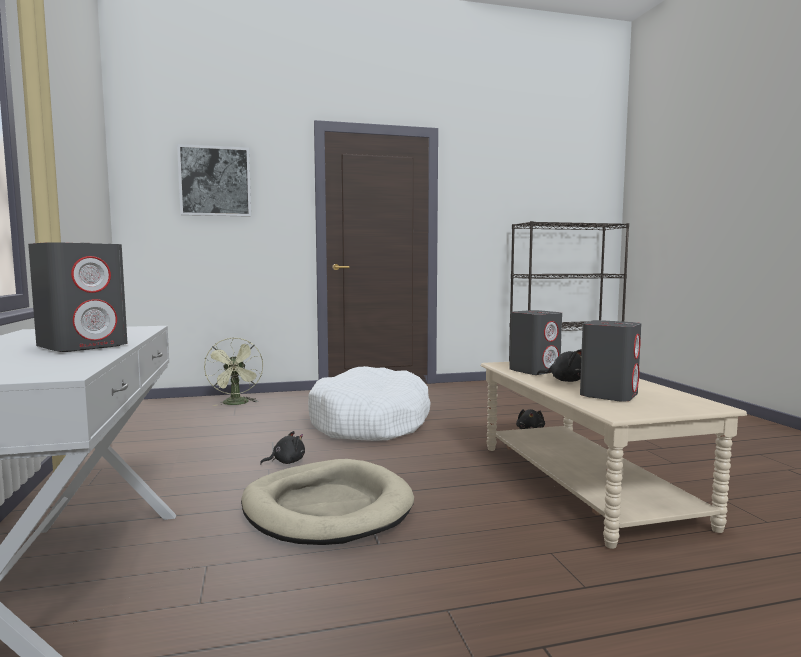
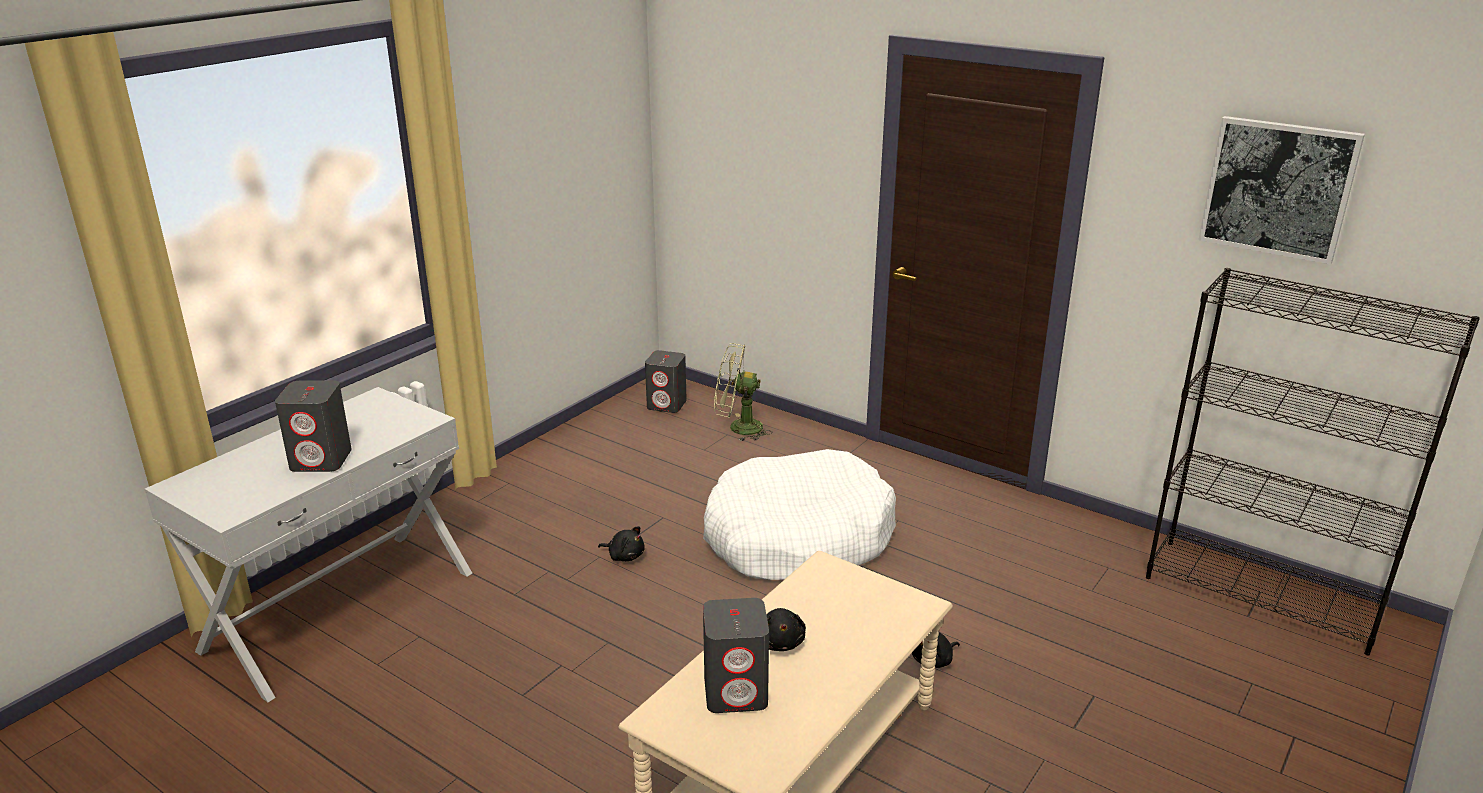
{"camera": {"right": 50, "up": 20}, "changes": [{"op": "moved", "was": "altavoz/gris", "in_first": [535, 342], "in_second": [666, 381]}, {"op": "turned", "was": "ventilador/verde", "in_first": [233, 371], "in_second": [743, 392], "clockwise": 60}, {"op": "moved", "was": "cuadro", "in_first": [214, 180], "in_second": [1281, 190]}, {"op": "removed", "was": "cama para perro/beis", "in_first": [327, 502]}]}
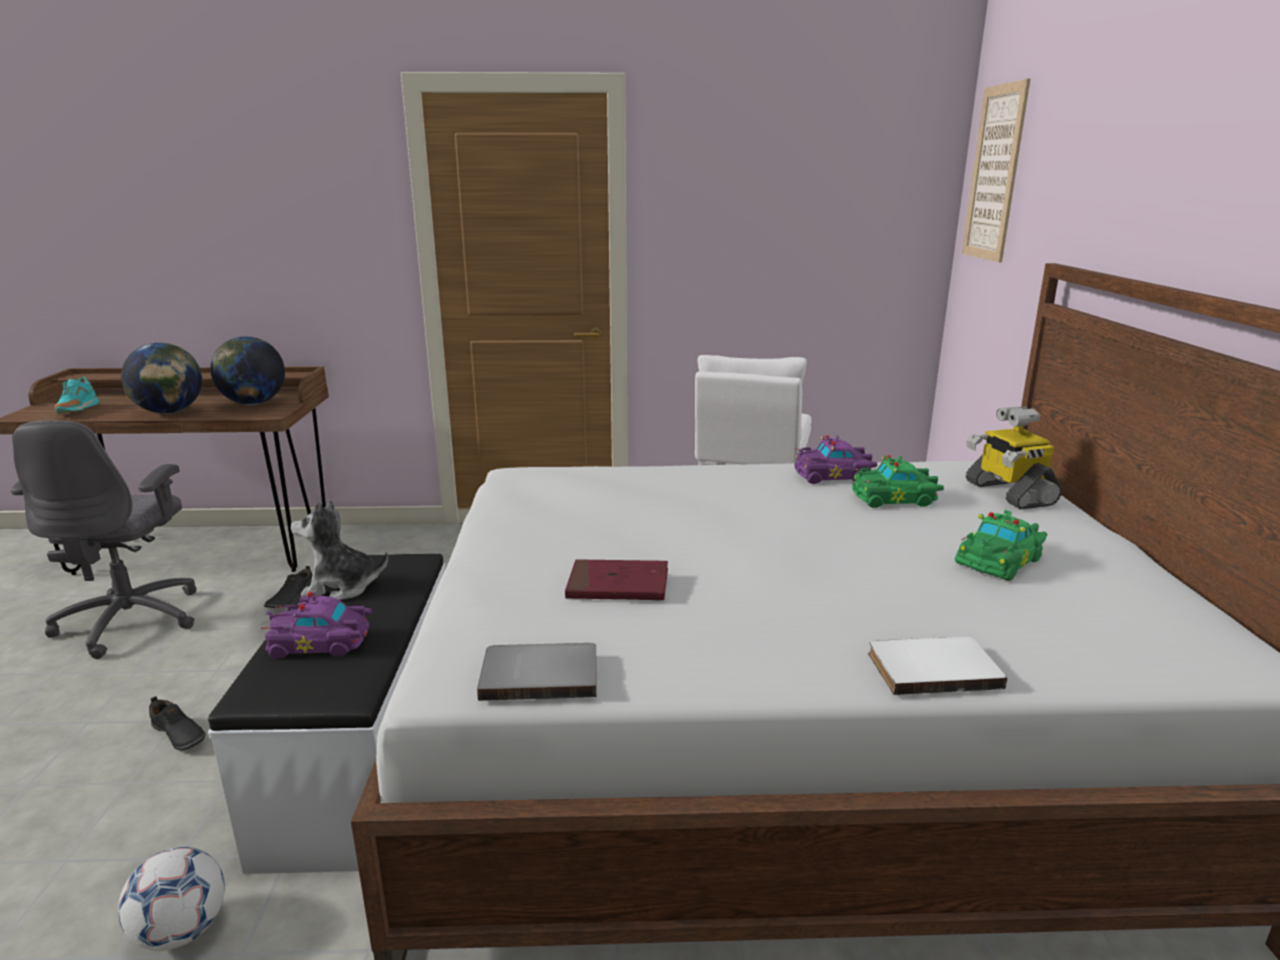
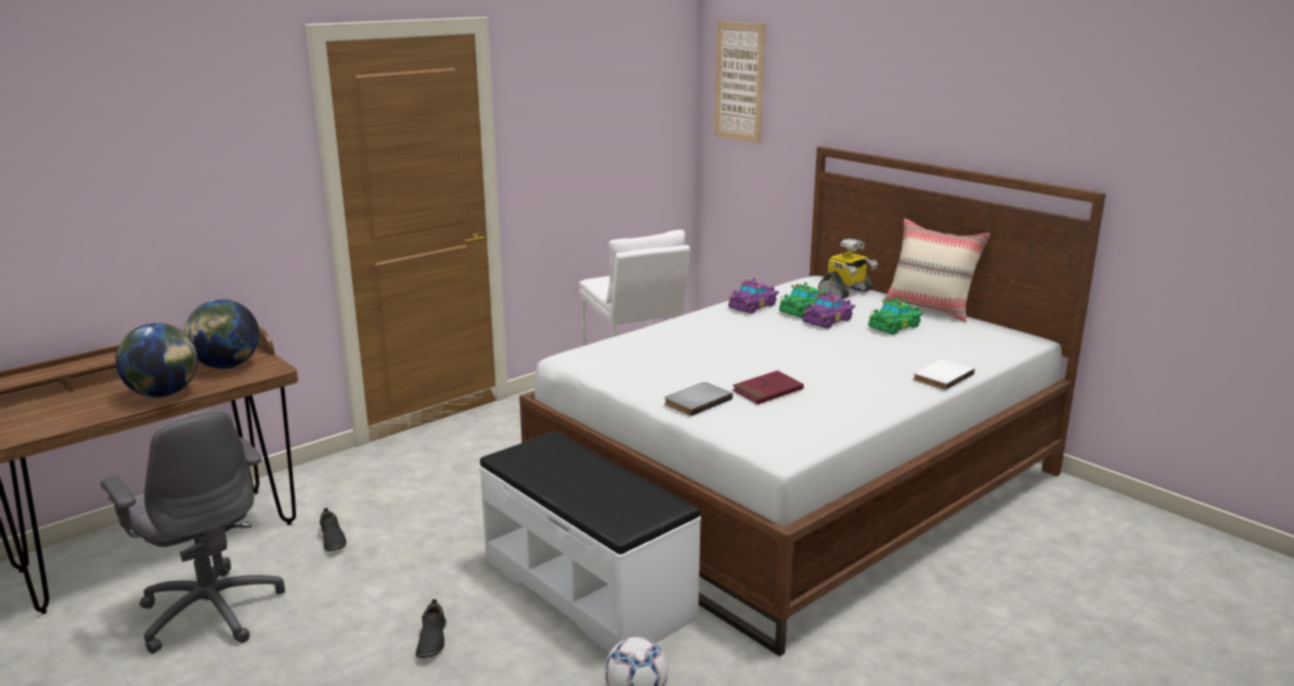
{"camera": {"right": -40, "up": 0}, "changes": [{"op": "turned", "was": "zapato/negro", "in_first": [177, 723], "in_second": [431, 628], "clockwise": 90}, {"op": "moved", "was": "libro/gris", "in_first": [537, 672], "in_second": [698, 399]}, {"op": "moved", "was": "coche de juguete/morado", "in_first": [316, 625], "in_second": [828, 310]}, {"op": "turned", "was": "robot de juguete", "in_first": [1014, 458], "in_second": [848, 268], "clockwise": -75}, {"op": "turned", "was": "coche de juguete/verde", "in_first": [1001, 545], "in_second": [896, 316], "clockwise": 45}, {"op": "added", "now": "cojín/beis", "in_second": [936, 270]}, {"op": "removed", "was": "zapato/turquesa", "in_first": [76, 395]}, {"op": "removed", "was": "peluche", "in_first": [339, 550]}]}
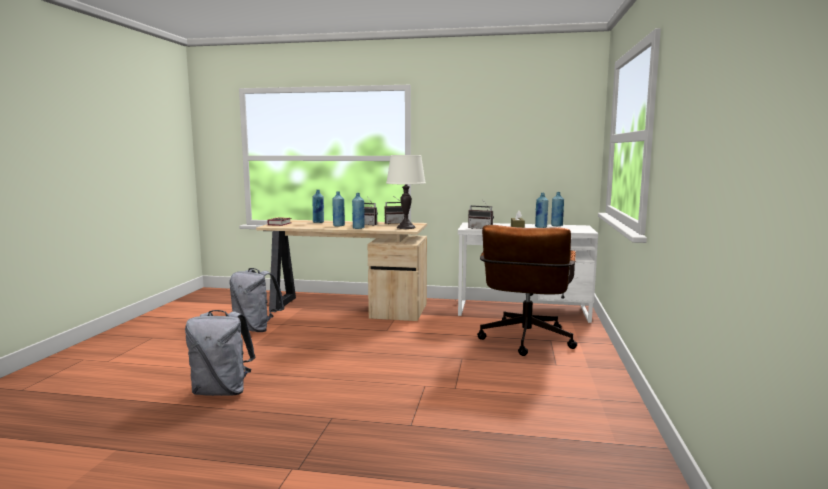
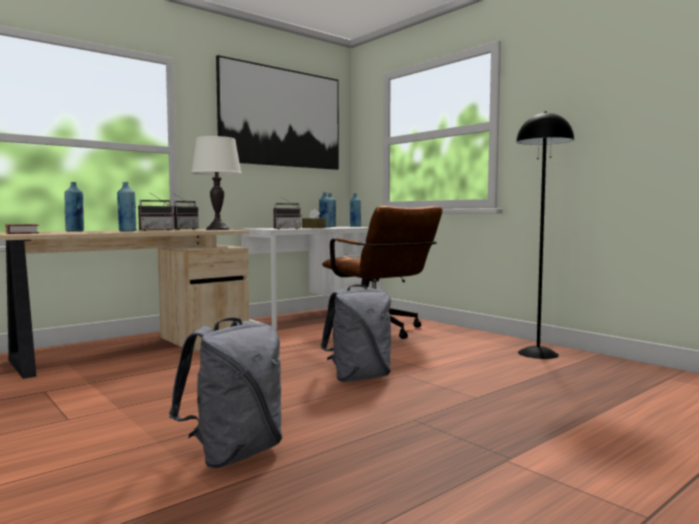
{"camera": {"right": -50, "up": -5}, "changes": [{"op": "added", "now": "cuadro", "in_second": [277, 112]}, {"op": "moved", "was": "mochila/gris", "in_first": [257, 300], "in_second": [355, 333]}, {"op": "moved", "was": "botella/azul", "in_first": [358, 211], "in_second": [355, 210]}, {"op": "added", "now": "lámpara de pie/negro", "in_second": [545, 235]}]}
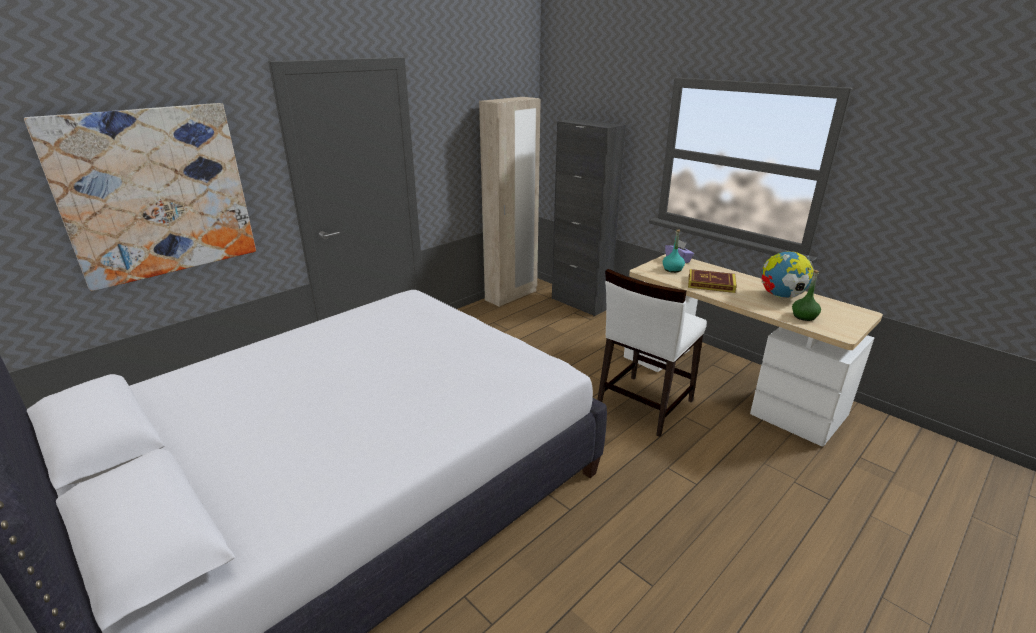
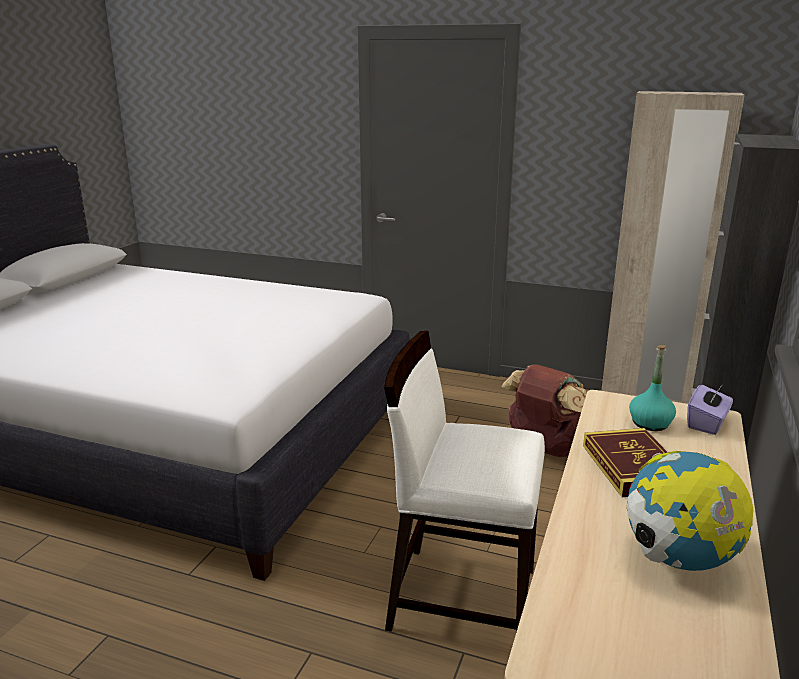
{"camera": {"right": 65, "up": -5}, "changes": [{"op": "added", "now": "mochila/marrón", "in_second": [544, 410]}, {"op": "removed", "was": "cuadro", "in_first": [140, 197]}, {"op": "removed", "was": "botella/verde", "in_first": [806, 295]}]}
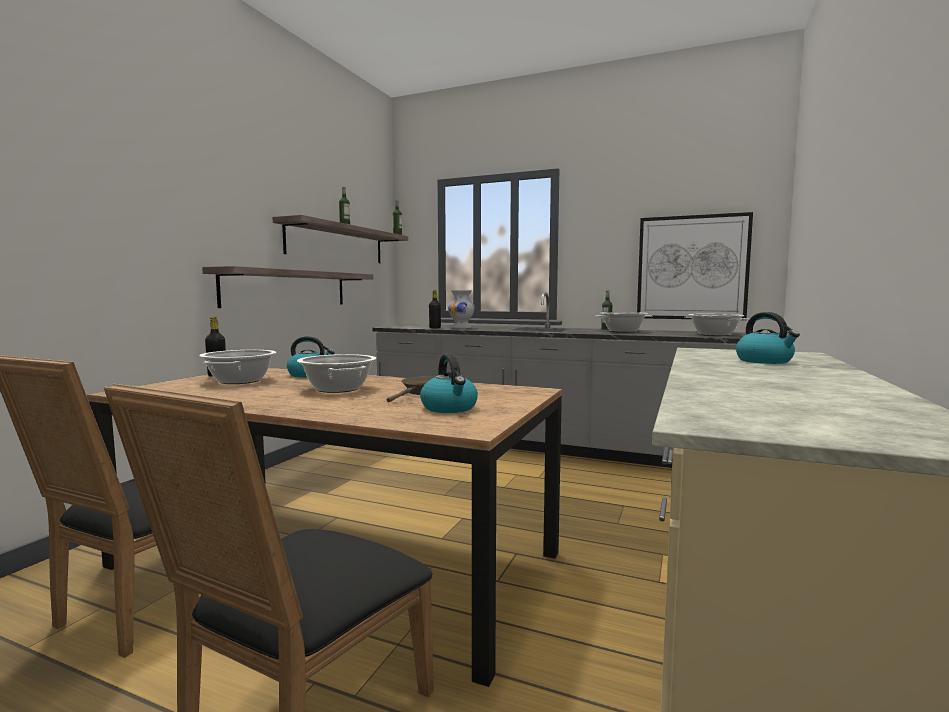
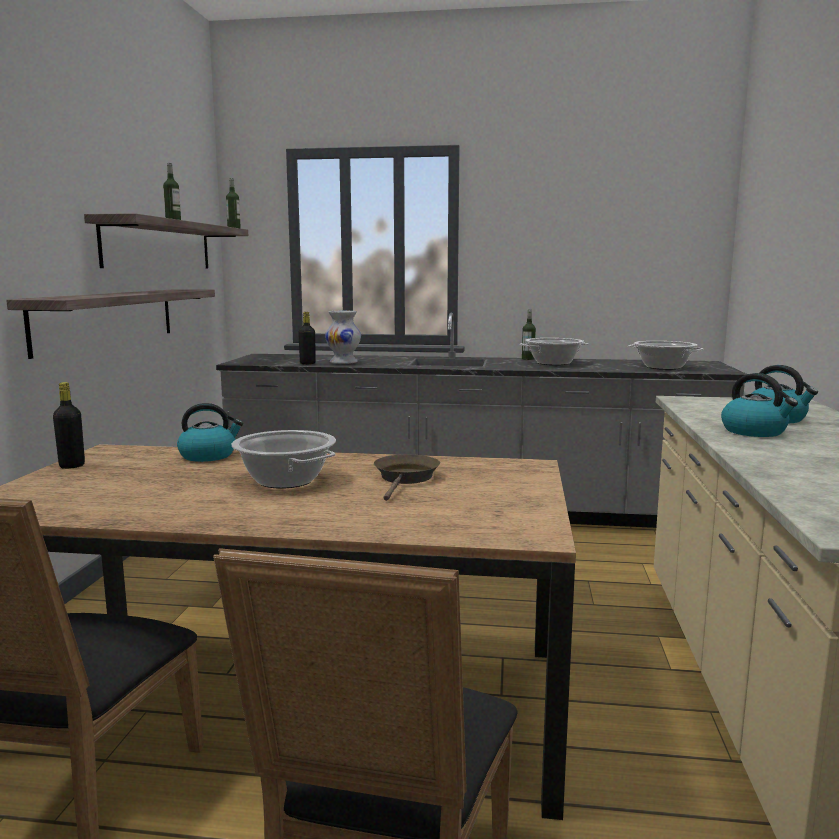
{"camera": {"right": -15, "up": 5}, "changes": [{"op": "moved", "was": "hervidor", "in_first": [449, 383], "in_second": [759, 405]}, {"op": "removed", "was": "olla", "in_first": [238, 367]}, {"op": "removed", "was": "cuadro", "in_first": [695, 265]}]}
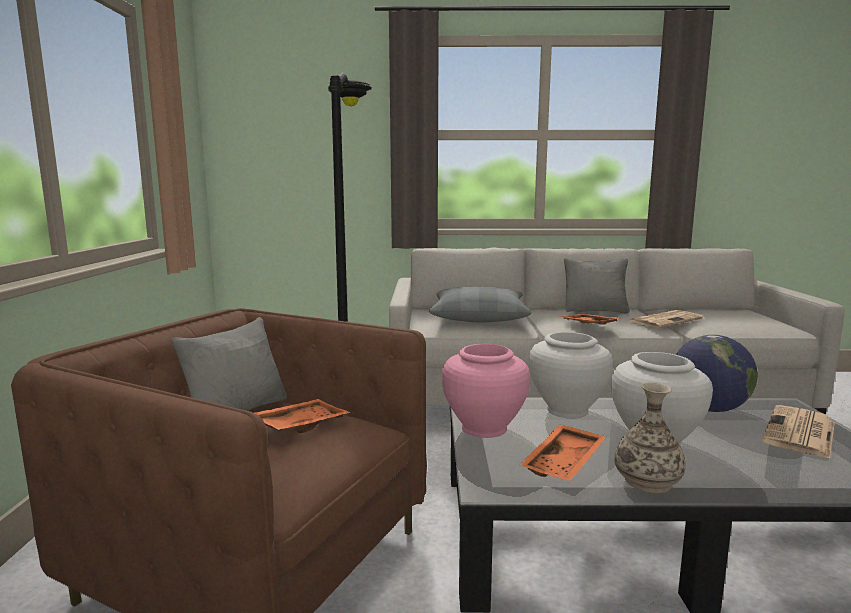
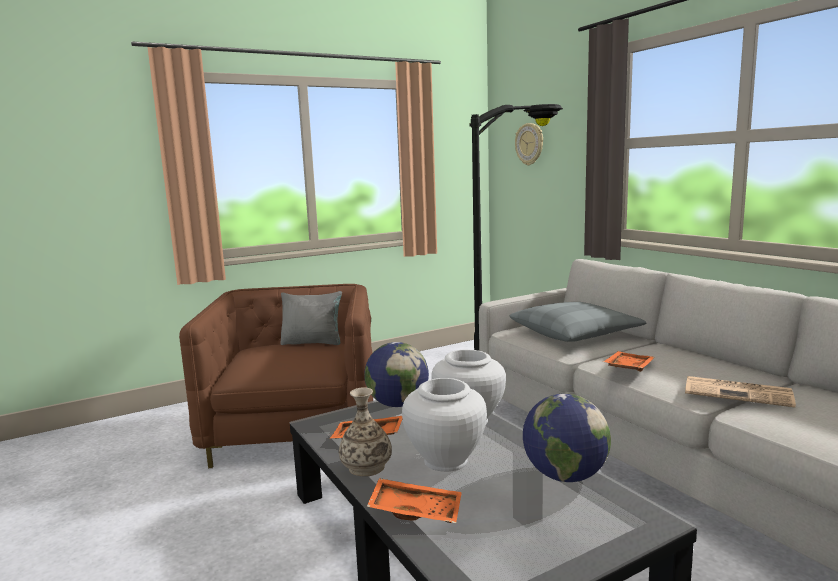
{"camera": {"right": 60, "up": 0}, "changes": [{"op": "replaced", "was": "florero/rosa", "now": "globo terráqueo", "in_first": [486, 391], "in_second": [396, 374]}, {"op": "moved", "was": "bandeja/naranja", "in_first": [302, 416], "in_second": [414, 500]}, {"op": "added", "now": "reloj de pared", "in_second": [529, 144]}, {"op": "removed", "was": "cojín/gris", "in_first": [597, 286]}, {"op": "removed", "was": "periódico", "in_first": [798, 432]}]}
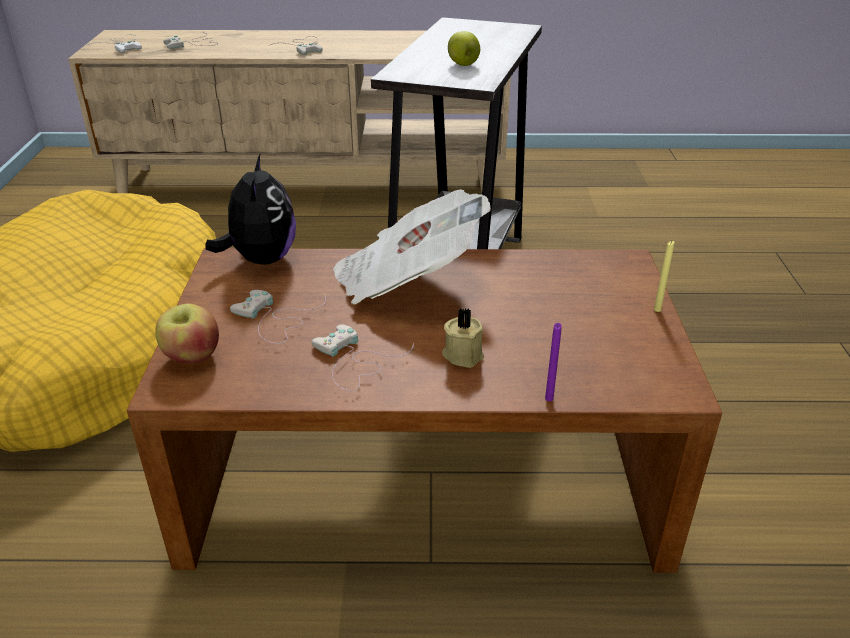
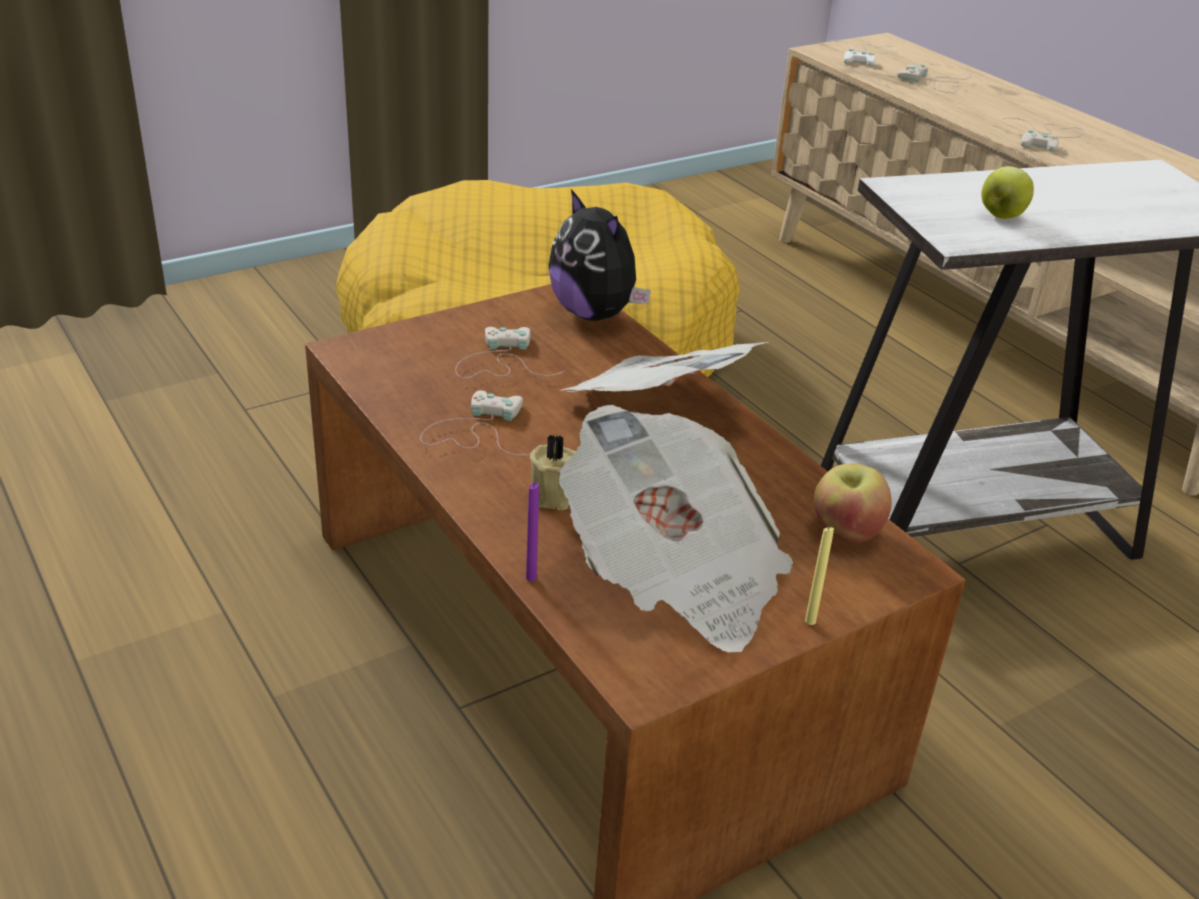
{"camera": {"right": 55, "up": 0}, "changes": [{"op": "turned", "was": "peluche", "in_first": [250, 210], "in_second": [599, 255], "clockwise": 90}, {"op": "added", "now": "periódico", "in_second": [676, 528]}, {"op": "moved", "was": "manzana", "in_first": [187, 333], "in_second": [853, 503]}]}
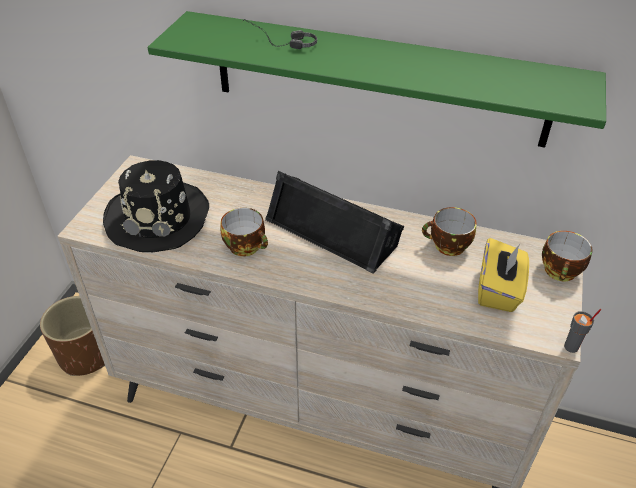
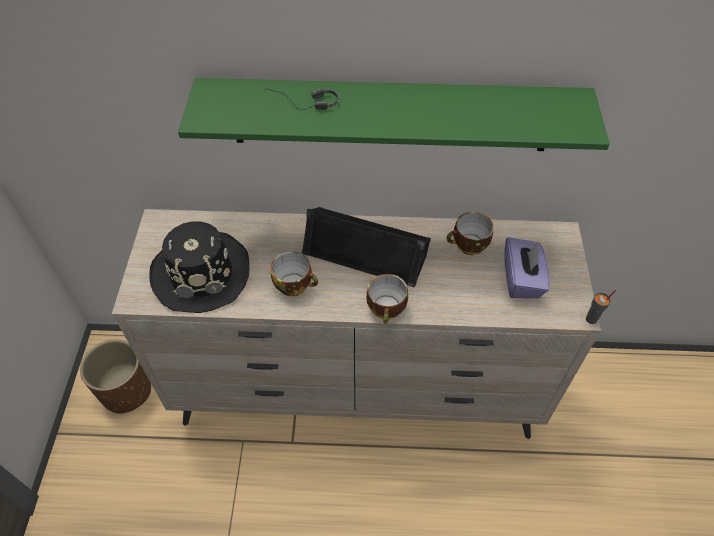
{"camera": {"right": -15, "up": 10}, "changes": [{"op": "moved", "was": "taza", "in_first": [567, 256], "in_second": [387, 299]}, {"op": "recoloured", "was": "caja de pañuelos/amarillo", "now": "caja de pañuelos/morado", "in_first": [503, 275], "in_second": [527, 267]}]}
